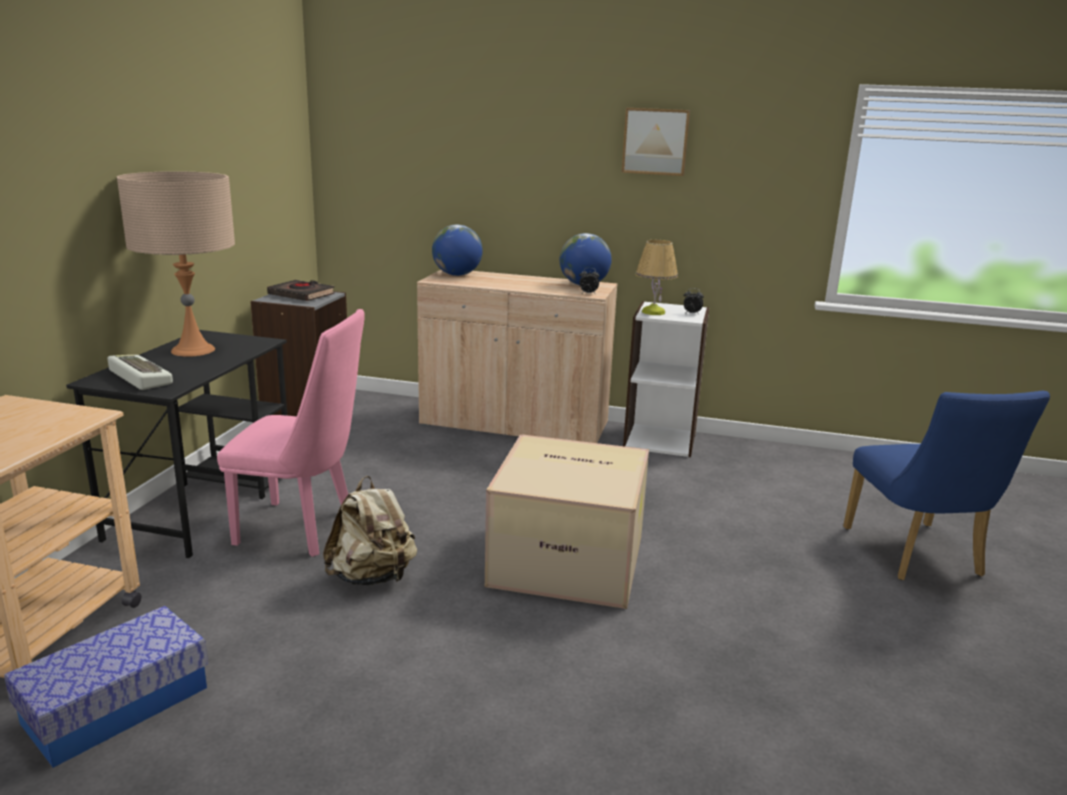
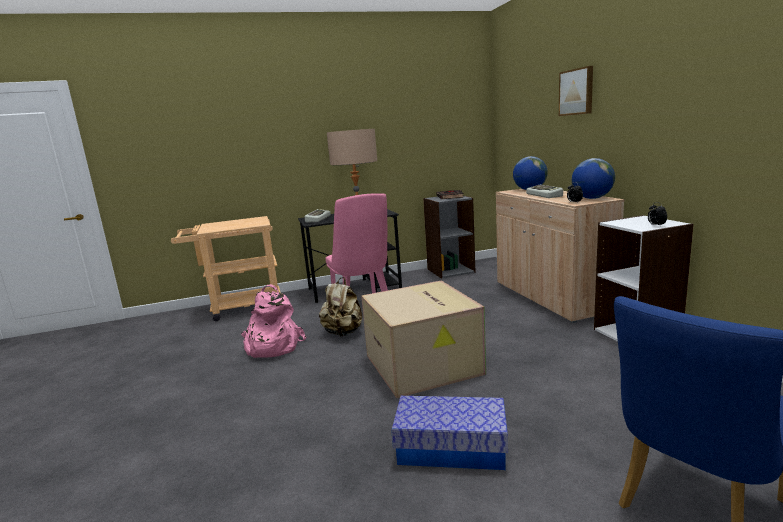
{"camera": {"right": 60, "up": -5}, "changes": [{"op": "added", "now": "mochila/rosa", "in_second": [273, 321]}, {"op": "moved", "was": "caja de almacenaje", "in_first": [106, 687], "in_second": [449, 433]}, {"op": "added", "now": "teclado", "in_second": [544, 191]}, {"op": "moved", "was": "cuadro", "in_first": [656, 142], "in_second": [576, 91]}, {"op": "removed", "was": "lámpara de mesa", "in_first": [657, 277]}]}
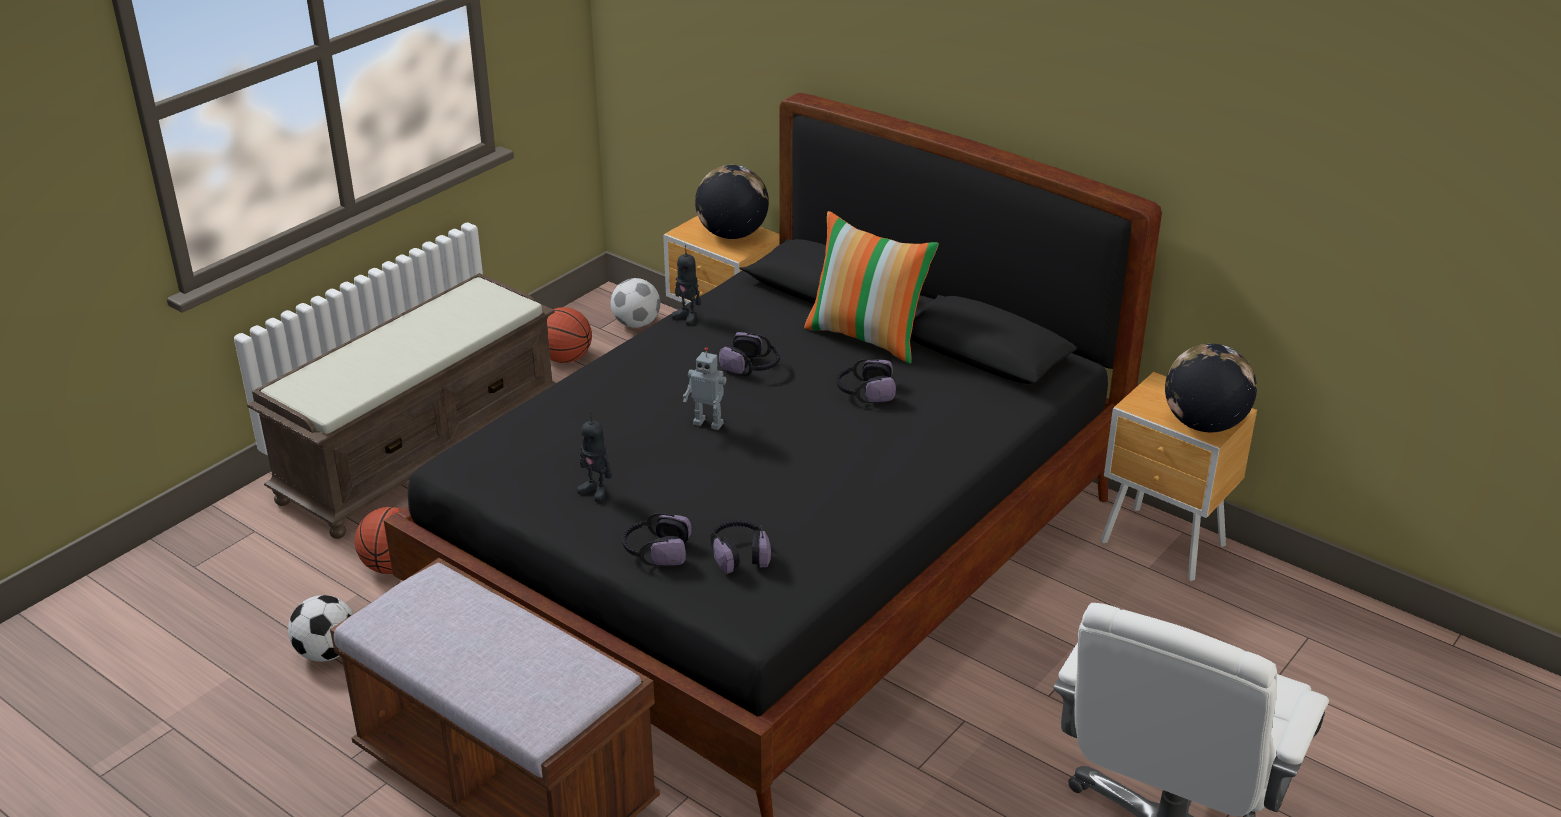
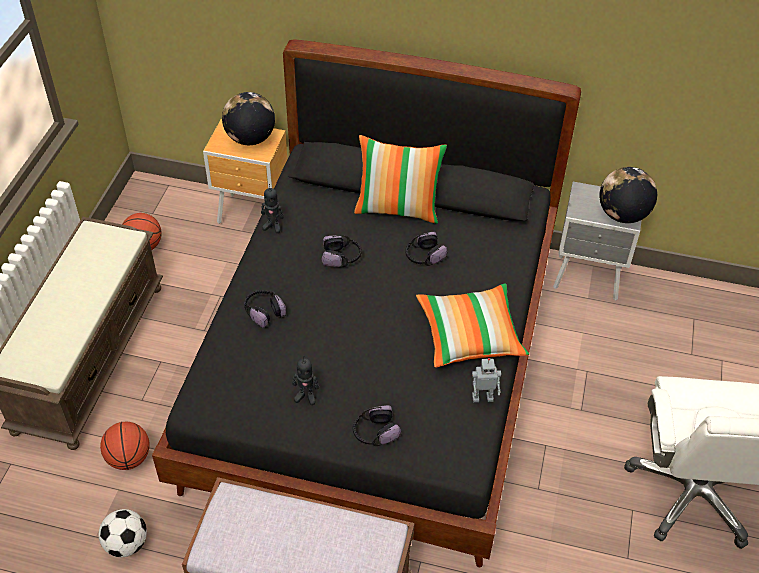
{"camera": {"right": -25, "up": 15}, "changes": [{"op": "moved", "was": "auriculares", "in_first": [740, 547], "in_second": [265, 309]}, {"op": "added", "now": "cojín", "in_second": [472, 326]}, {"op": "moved", "was": "robot de juguete", "in_first": [704, 388], "in_second": [486, 380]}, {"op": "recoloured", "was": "mesita de noche/marrón", "now": "mesita de noche/gris", "in_first": [1179, 477], "in_second": [597, 241]}, {"op": "removed", "was": "balón de fútbol", "in_first": [635, 303]}]}
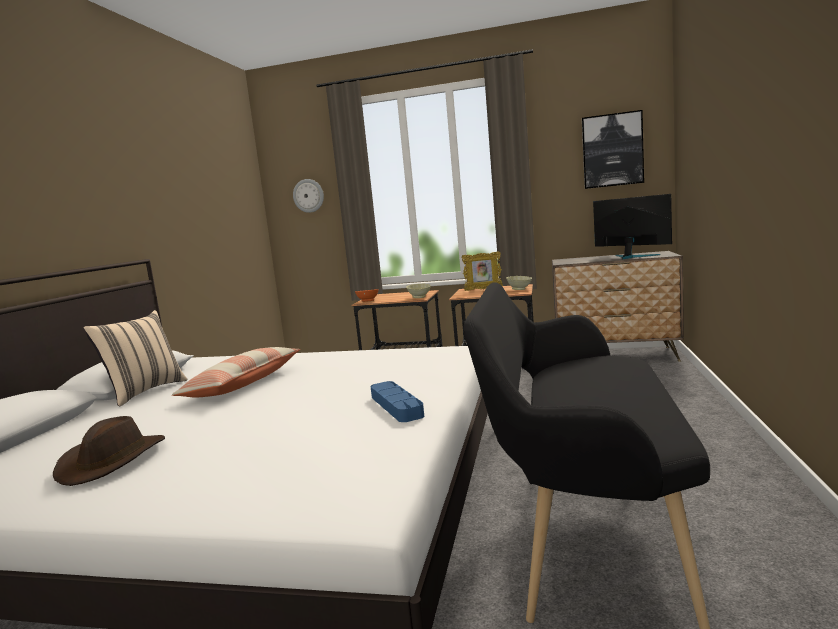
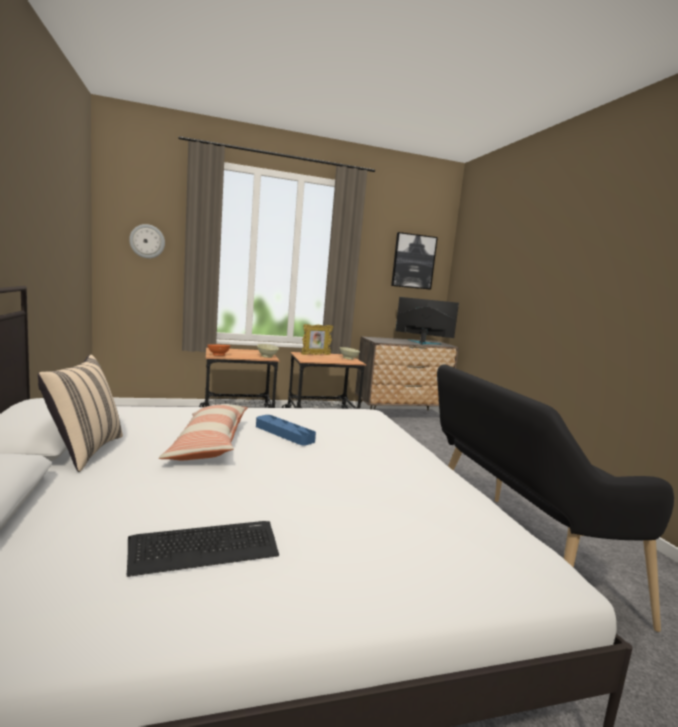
{"camera": {"right": -30, "up": 0}, "changes": [{"op": "replaced", "was": "sombrero/marrón", "now": "teclado", "in_first": [109, 451], "in_second": [203, 549]}, {"op": "moved", "was": "bandeja/azul", "in_first": [397, 401], "in_second": [286, 430]}]}
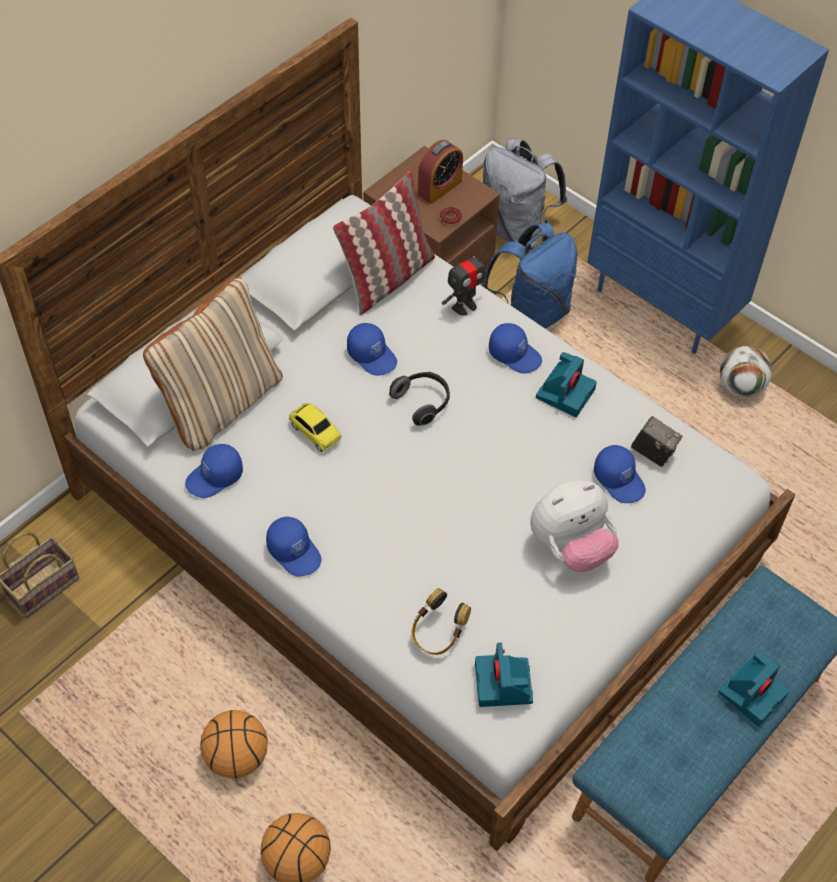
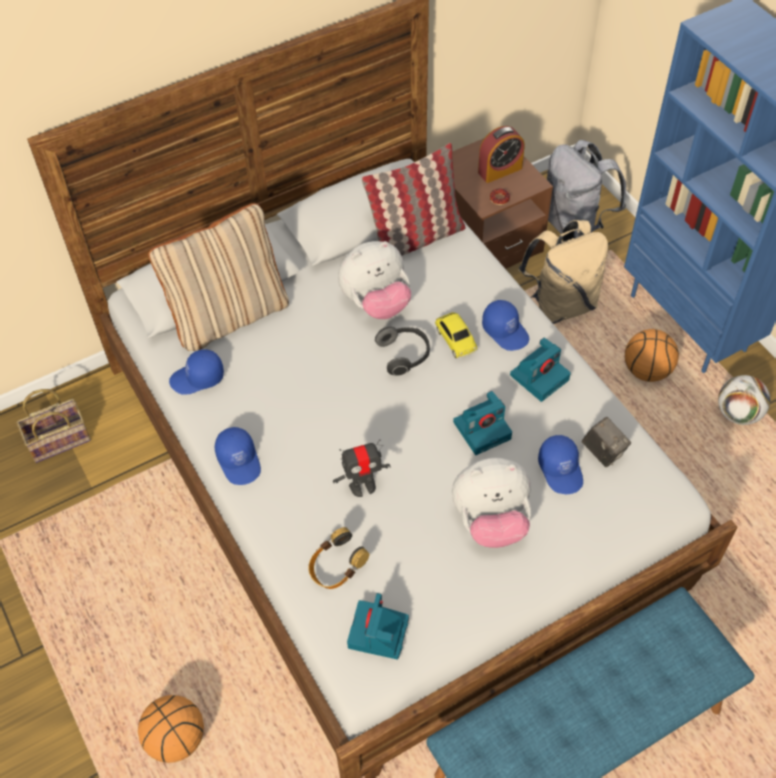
{"camera": {"right": 20, "up": 0}, "changes": [{"op": "moved", "was": "robot de juguete", "in_first": [464, 282], "in_second": [362, 468]}, {"op": "replaced", "was": "gorra/azul", "now": "peluche", "in_first": [372, 349], "in_second": [374, 280]}, {"op": "moved", "was": "coche de juguete", "in_first": [315, 427], "in_second": [456, 335]}, {"op": "moved", "was": "cámara", "in_first": [754, 688], "in_second": [482, 423]}, {"op": "recoloured", "was": "mochila/azul", "now": "mochila/beis", "in_first": [529, 276], "in_second": [563, 272]}, {"op": "moved", "was": "balón de baloncesto", "in_first": [234, 744], "in_second": [652, 355]}]}
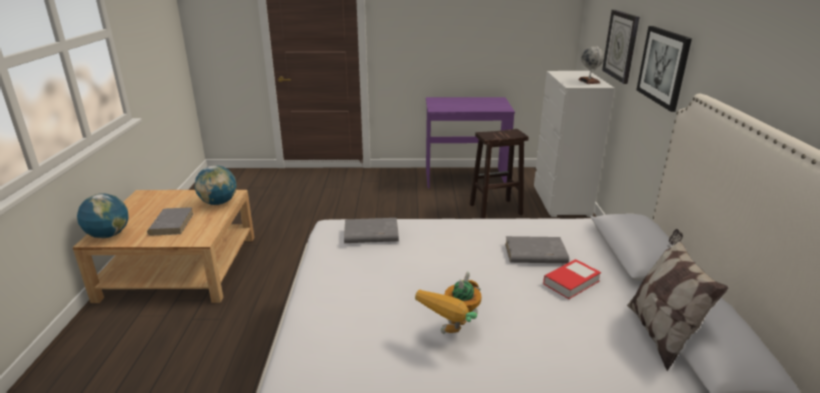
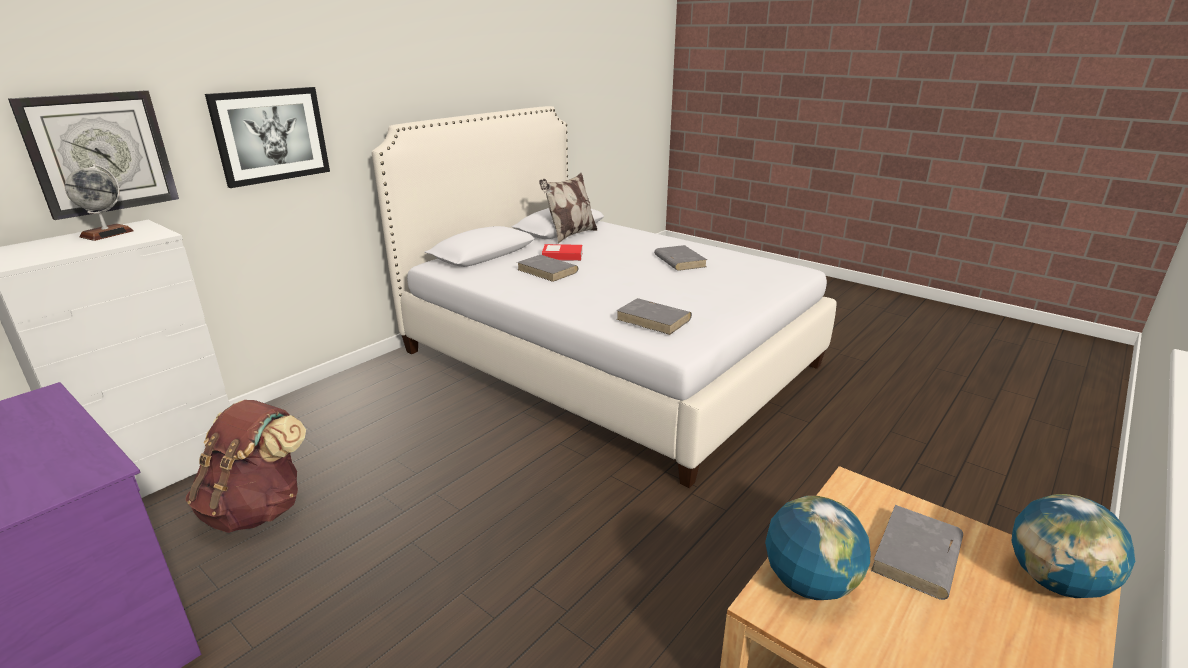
{"camera": {"right": -140, "up": 0}, "changes": [{"op": "replaced", "was": "taburete/marrón", "now": "mochila/marrón", "in_first": [499, 174], "in_second": [245, 466]}, {"op": "replaced", "was": "robot de juguete", "now": "libro/gris", "in_first": [448, 302], "in_second": [680, 258]}]}
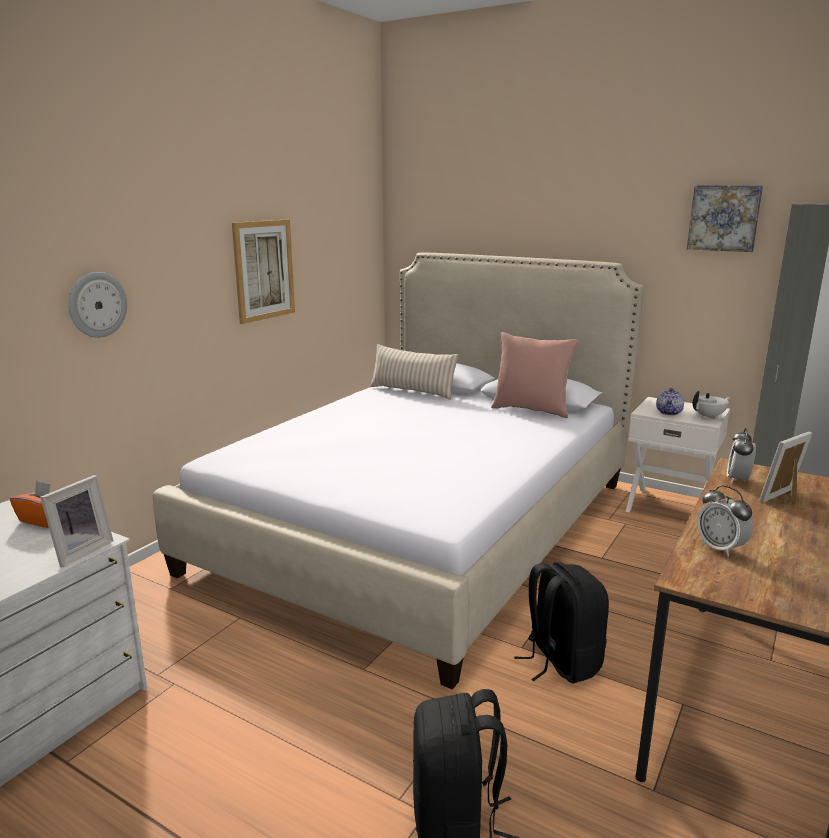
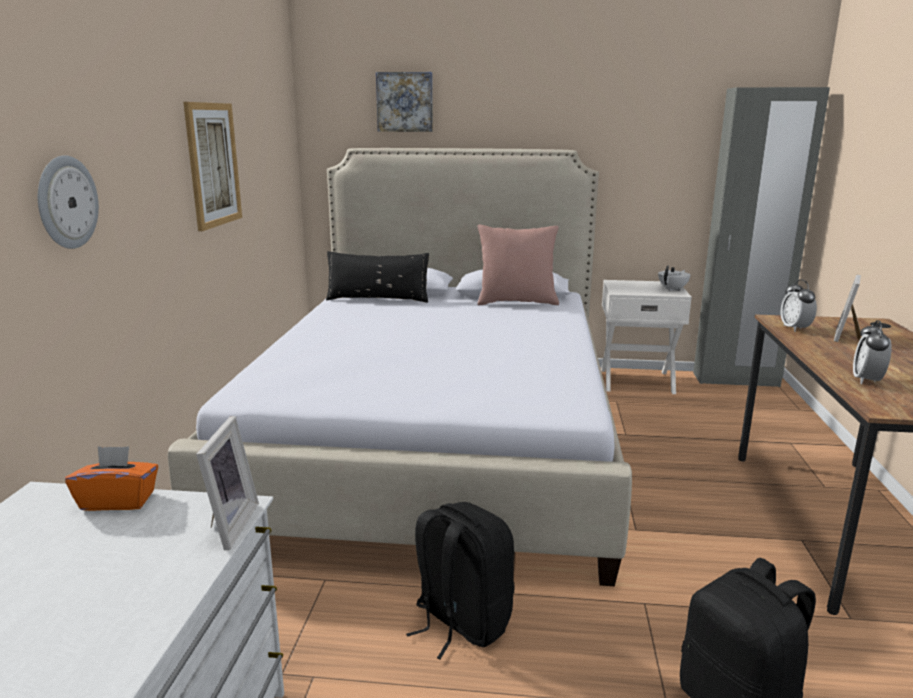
{"camera": {"right": -25, "up": 0}, "changes": [{"op": "recoloured", "was": "cojín/beis", "now": "cojín/negro", "in_first": [414, 372], "in_second": [377, 277]}, {"op": "moved", "was": "cuadro", "in_first": [725, 218], "in_second": [404, 102]}, {"op": "moved", "was": "mochila/negro", "in_first": [561, 622], "in_second": [460, 581]}, {"op": "turned", "was": "despertador", "in_first": [725, 521], "in_second": [872, 352], "clockwise": 75}, {"op": "removed", "was": "tetera", "in_first": [670, 401]}]}
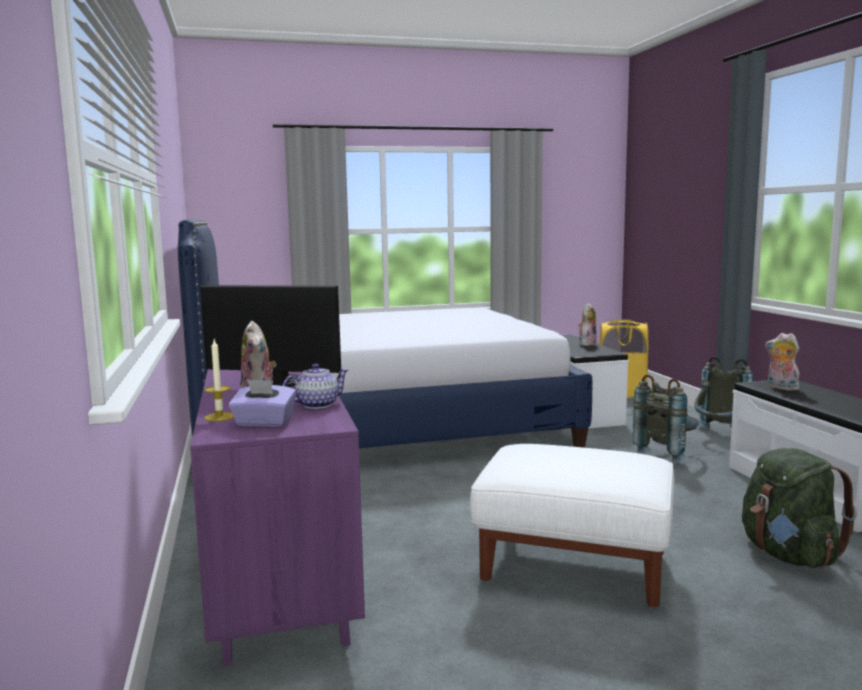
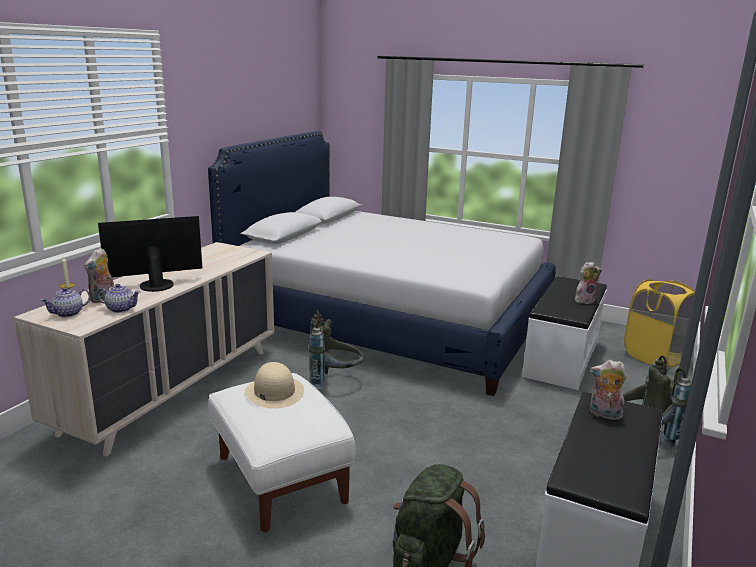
{"camera": {"right": 40, "up": 10}, "changes": [{"op": "recoloured", "was": "cómoda/morado", "now": "cómoda/beis", "in_first": [277, 517], "in_second": [144, 349]}, {"op": "replaced", "was": "caja de pañuelos/morado", "now": "tetera", "in_first": [262, 403], "in_second": [66, 302]}, {"op": "turned", "was": "monitor", "in_first": [270, 336], "in_second": [150, 254], "clockwise": 105}, {"op": "added", "now": "sombrero/beis", "in_second": [274, 385]}, {"op": "moved", "was": "mochila/gris", "in_first": [666, 419], "in_second": [336, 349]}, {"op": "turned", "was": "peluche", "in_first": [782, 362], "in_second": [608, 390], "clockwise": -60}]}
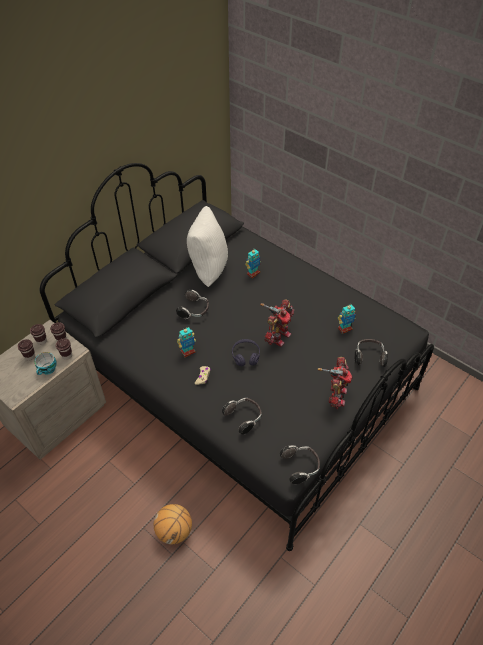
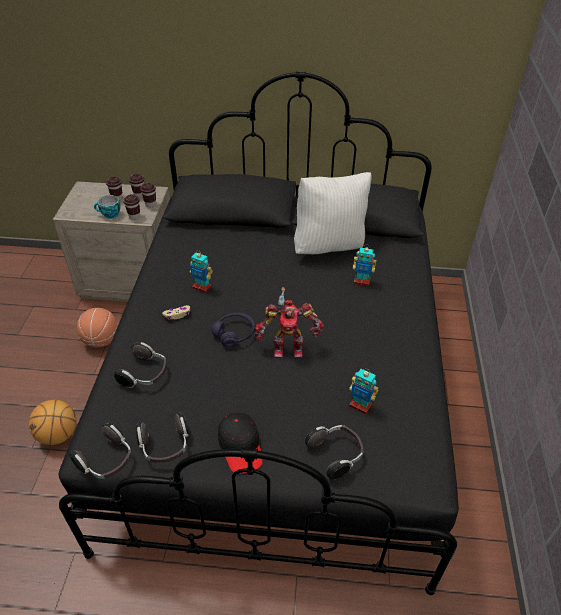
{"camera": {"right": 55, "up": -5}, "changes": [{"op": "added", "now": "balón de baloncesto", "in_second": [97, 327]}, {"op": "moved", "was": "auriculares", "in_first": [192, 304], "in_second": [162, 438]}, {"op": "replaced", "was": "robot de juguete", "now": "gorra/negro", "in_first": [334, 383], "in_second": [240, 443]}]}
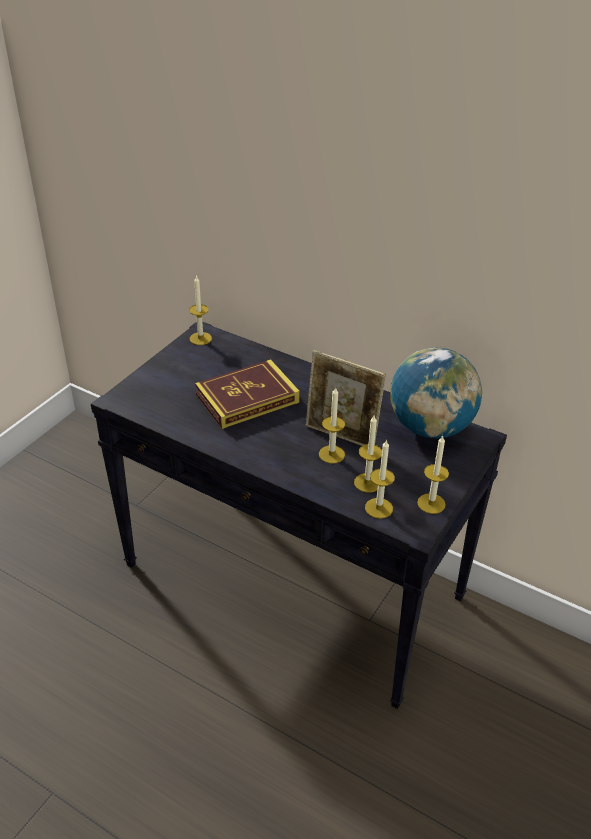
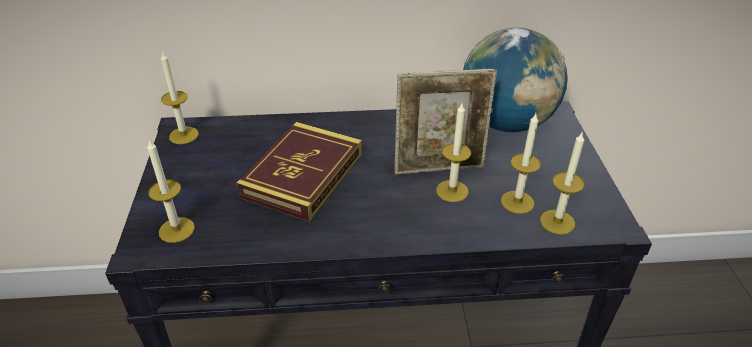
{"camera": {"right": -35, "up": 0}, "changes": [{"op": "moved", "was": "vela", "in_first": [433, 474], "in_second": [171, 191]}]}
